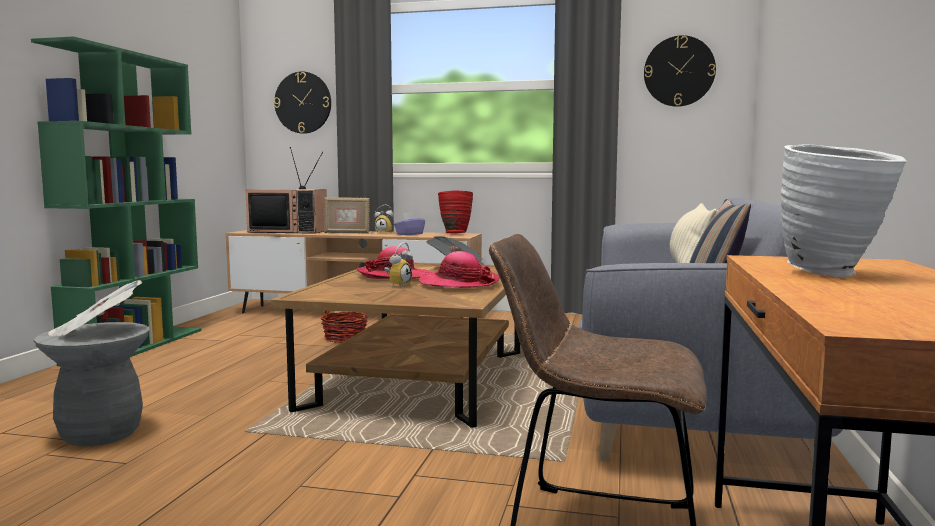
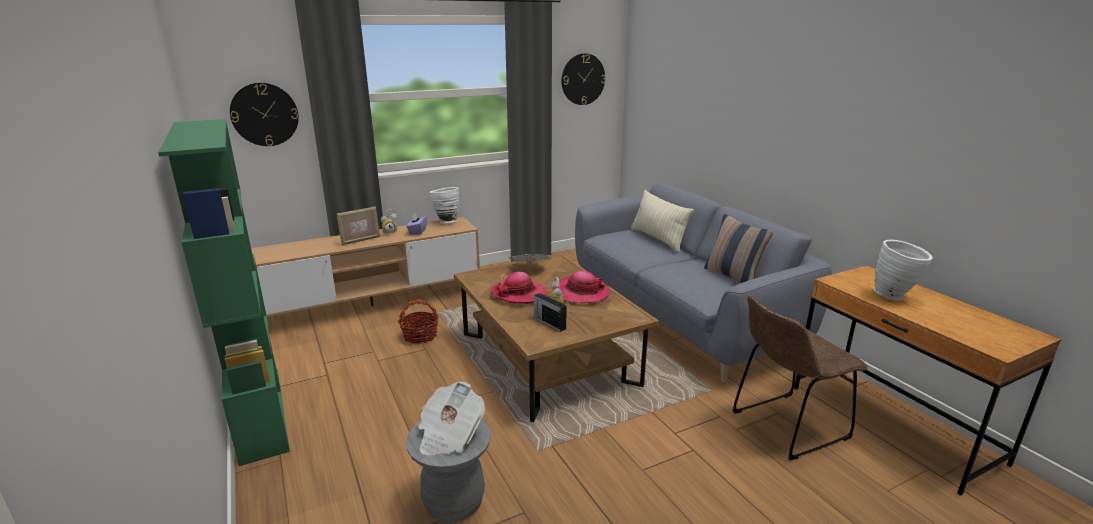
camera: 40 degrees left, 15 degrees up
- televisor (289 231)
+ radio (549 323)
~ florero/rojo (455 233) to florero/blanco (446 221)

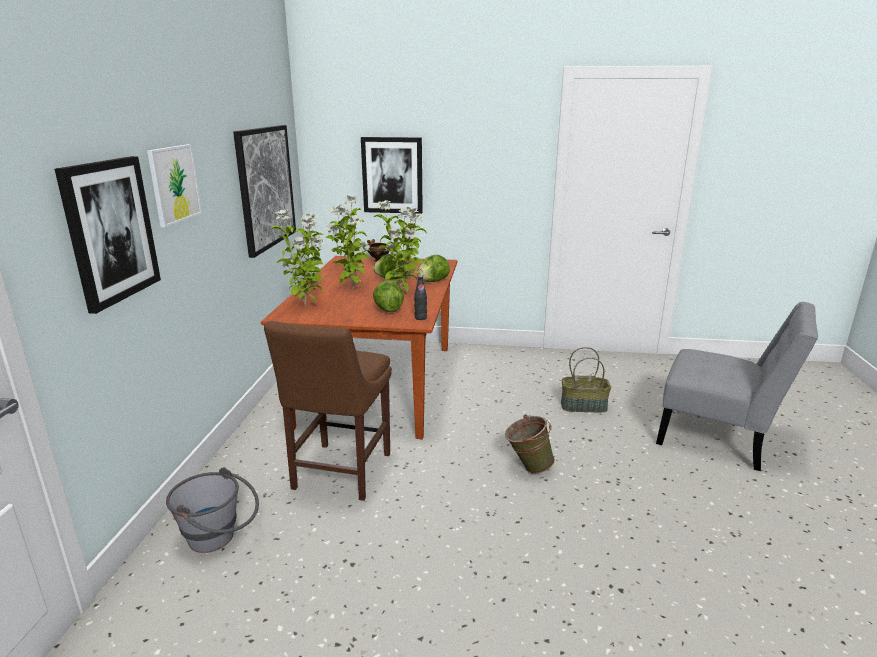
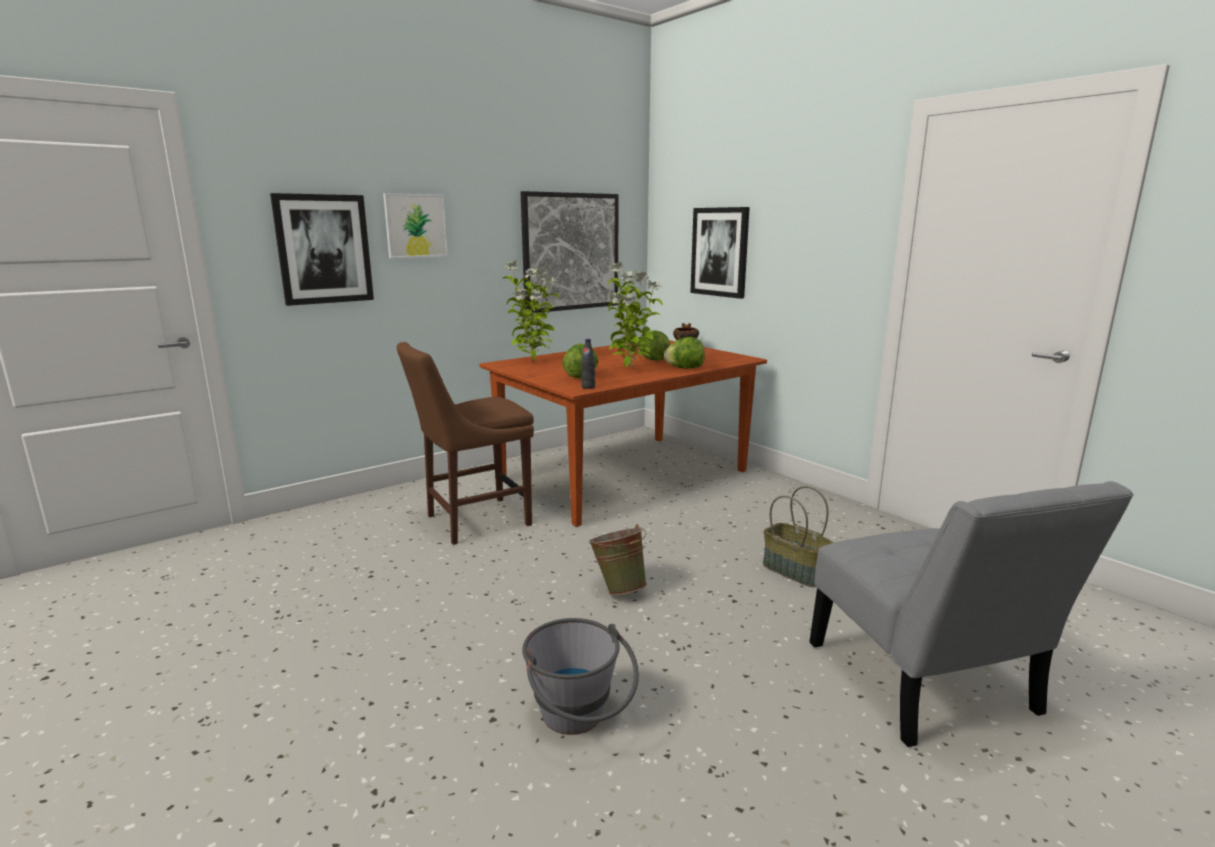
camera: 45 degrees right, 5 degrees down
- planta en maceta (352 289)
~ cubo/gris (220 539) to (579 721)

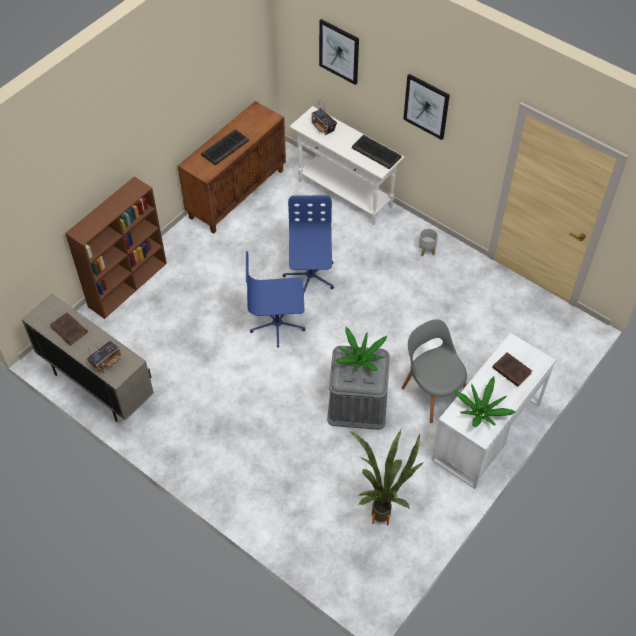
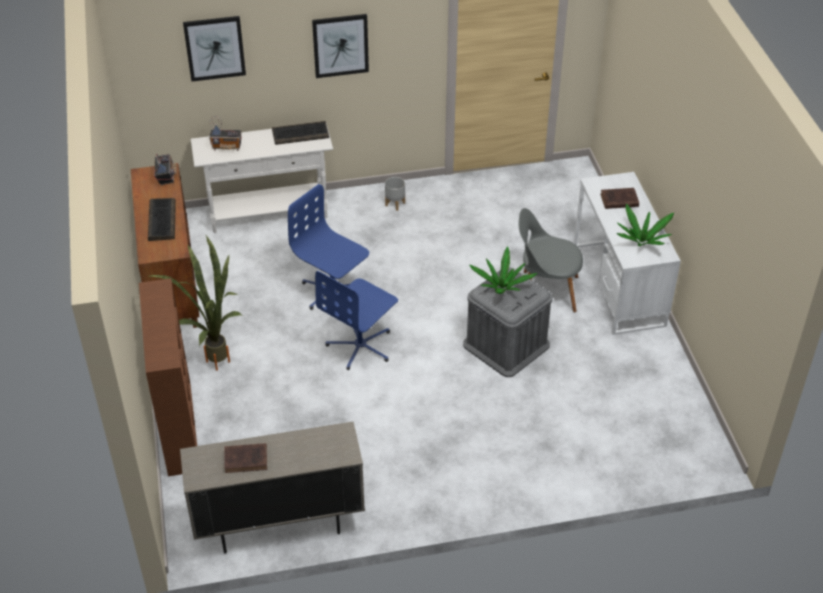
camera: 50 degrees left, 10 degrees down
~ radio (107 362) to (166 177)
~ planta en maceta (383 511) to (215 357)

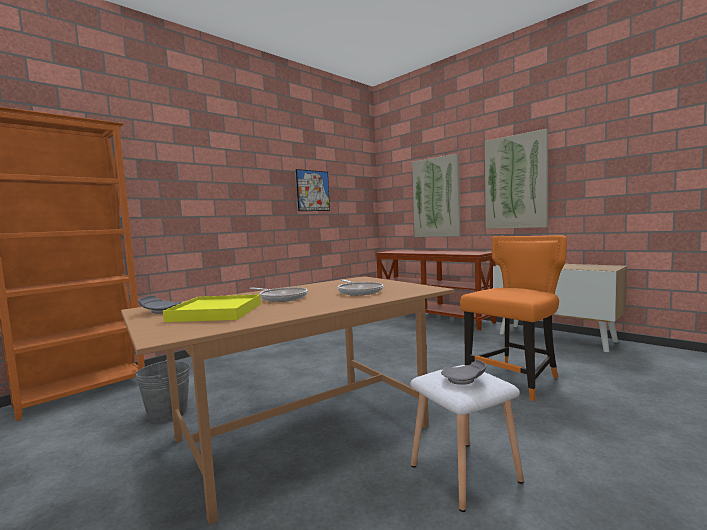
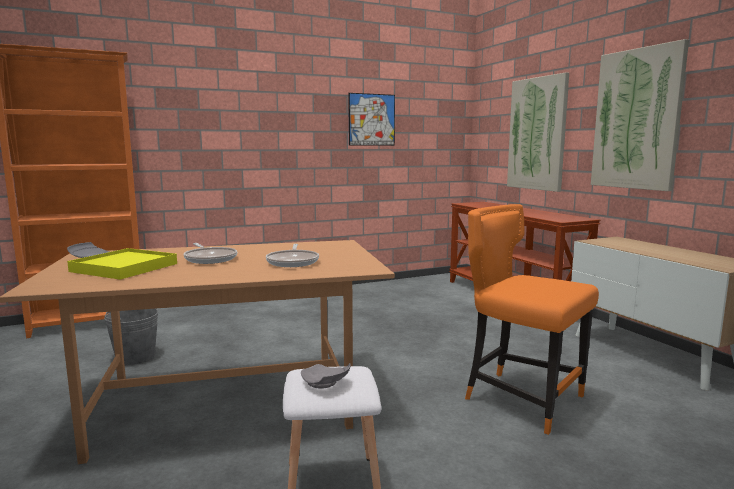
camera: 20 degrees right, 5 degrees up
~ silla/naranja (515 379) = (520 398) 120 degrees counterclockwise

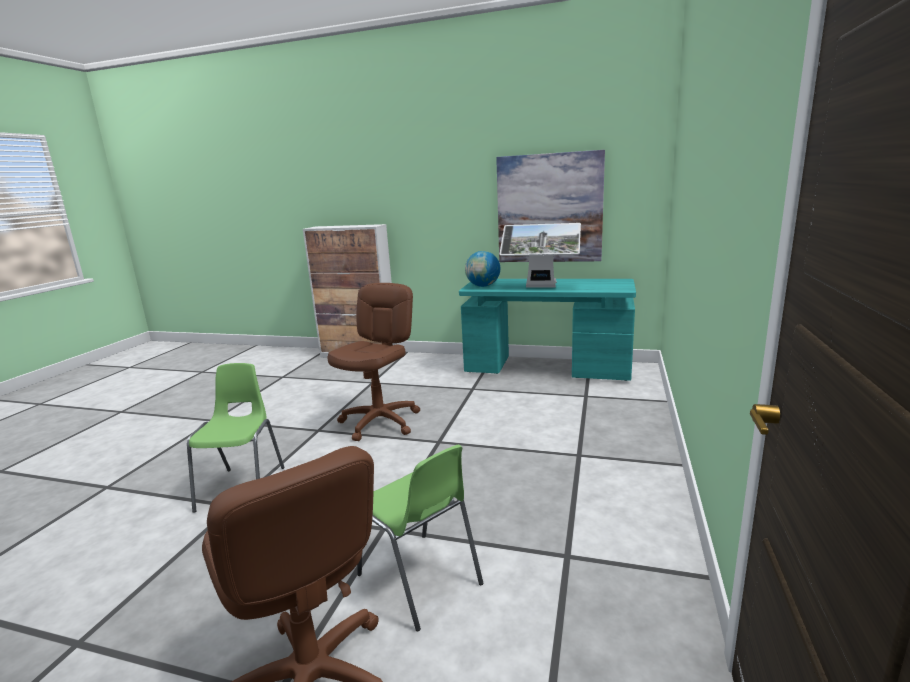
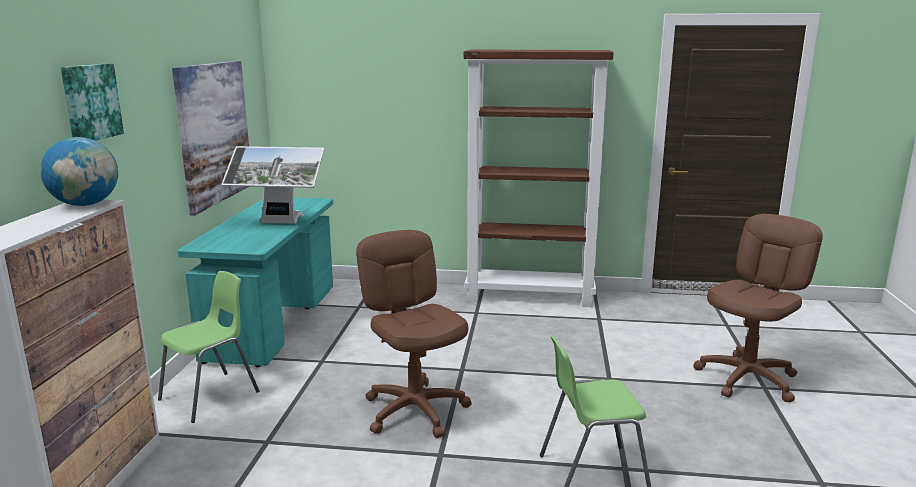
camera: 100 degrees left, 0 degrees up
+ cuadro (90 102)
+ estantería/marrón (530 296)
~ silla/verde (420 580) to (211 396)
~ globo terráqueo (483 286) to (86 204)
~ silla de oficina/marrón (380 422) = (415 410) 45 degrees clockwise
~ monitor (540 287) = (279 222) 90 degrees clockwise

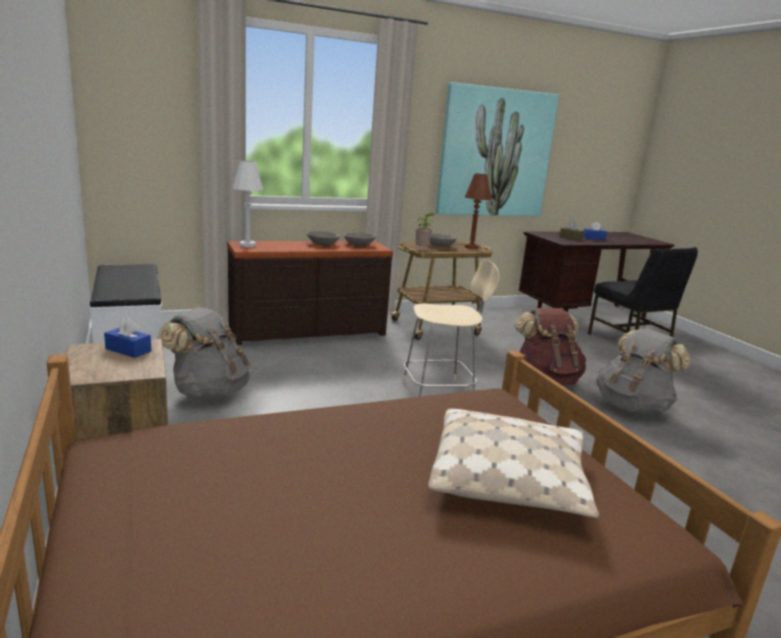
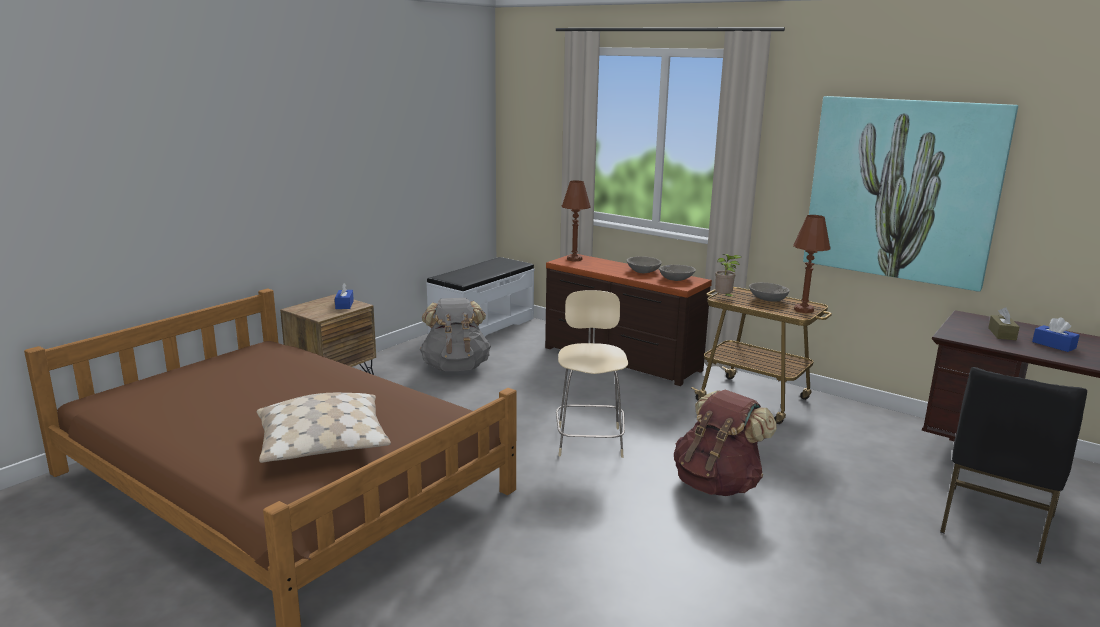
camera: 60 degrees right, 0 degrees up
- mochila/gris (632 406)
~ lámpara de mesa/blanco (247 245) to lámpara de mesa/marrón (574 259)
~ silla/beis (440 392) = (589 440) 135 degrees counterclockwise

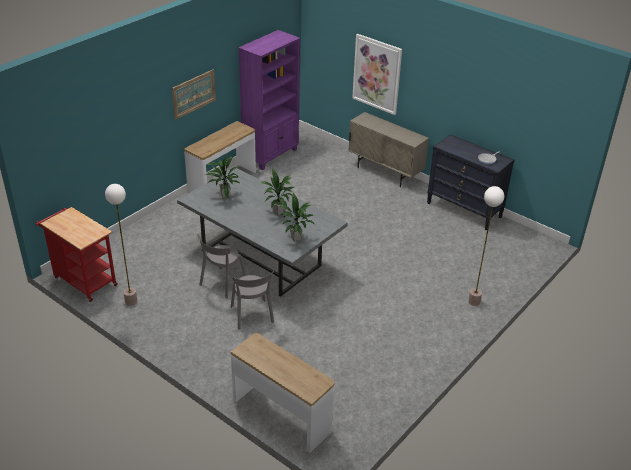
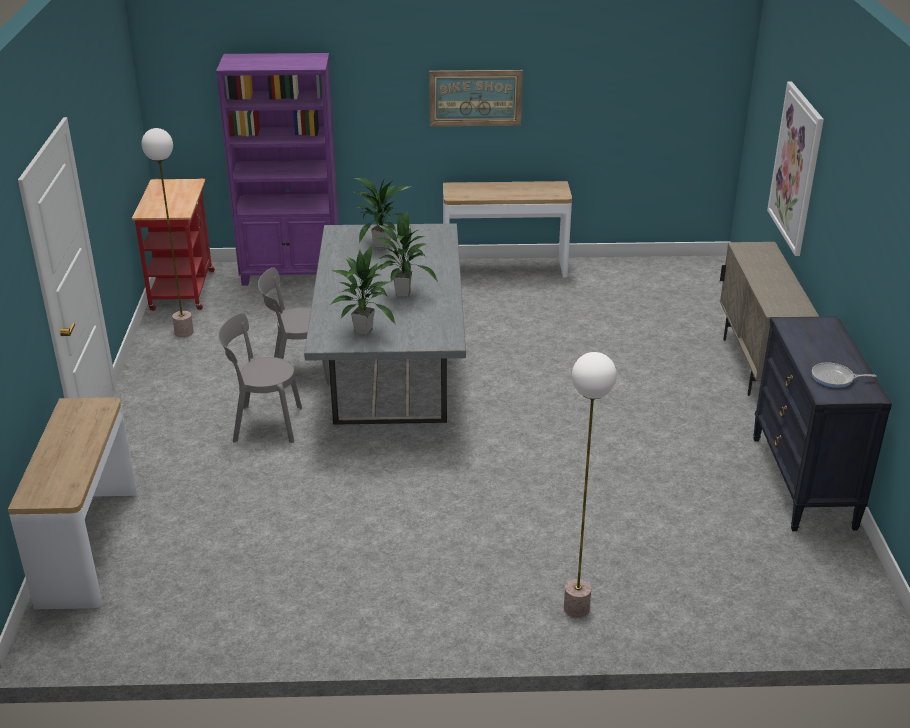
camera: 50 degrees right, 5 degrees down
~ estantería/morado (271 155) to (292 274)
~ silla/gris (252 316) = (263 424) 60 degrees clockwise

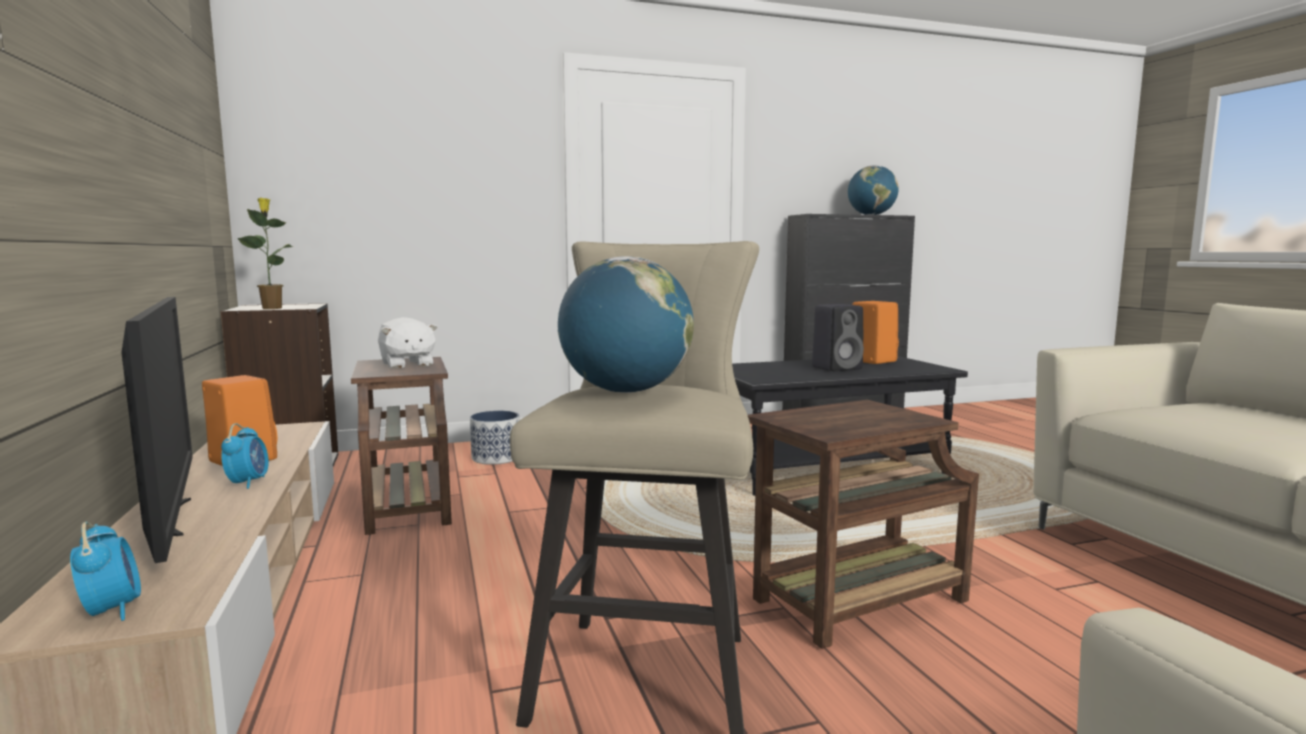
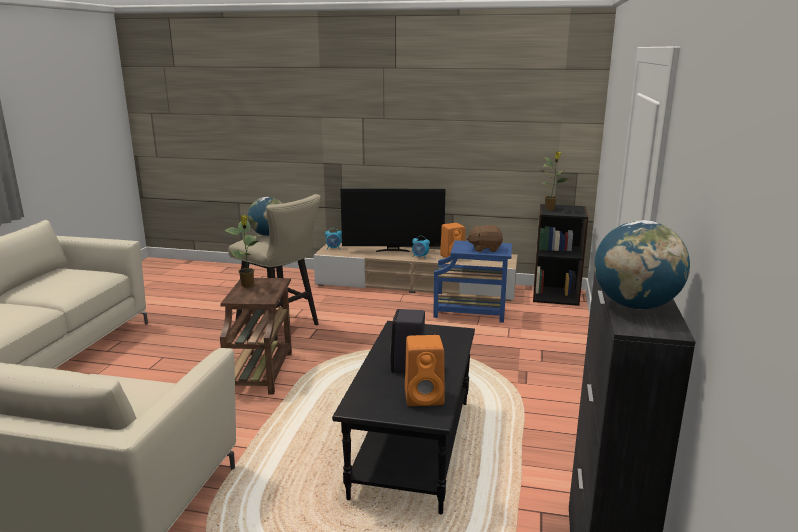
camera: 120 degrees right, 10 degrees up
- maceta (495 458)
+ planta en maceta (248 285)
~ mesa auxiliar/marrón (408 504) to mesa auxiliar/azul (472 313)
~ peluche/blanco (407 364) to peluche/marrón (485 249)

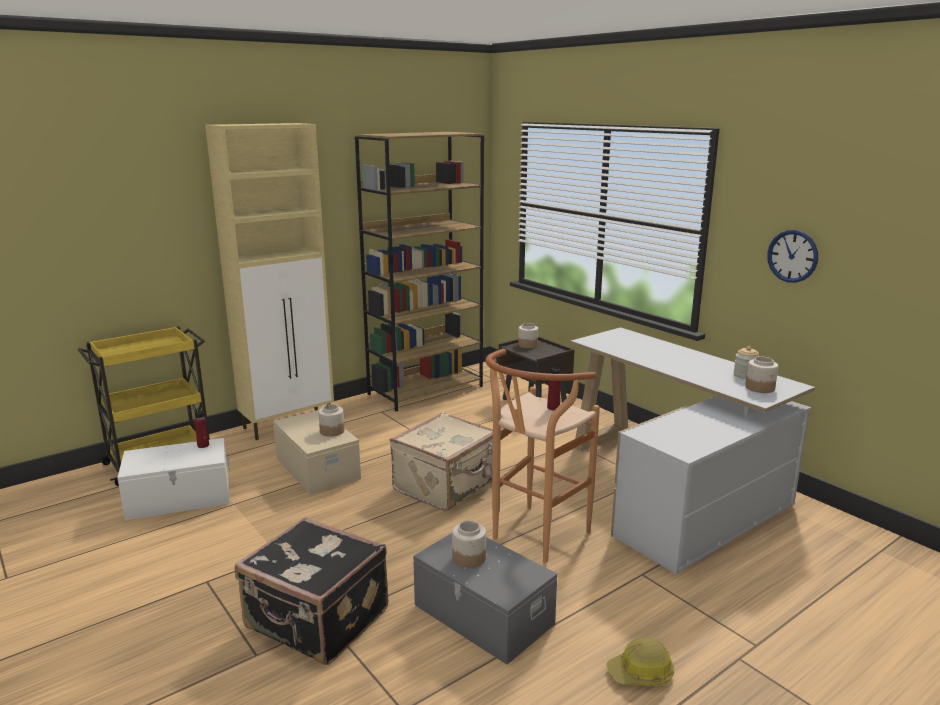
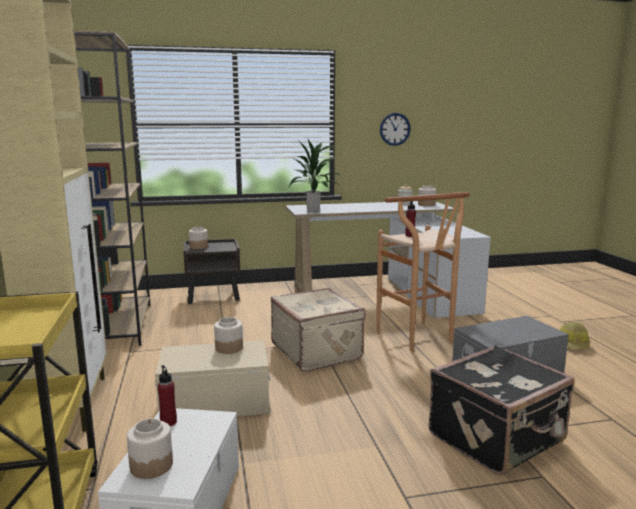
camera: 65 degrees left, 5 degrees down
+ planta en maceta (313 211)
~ tarro (469 557) to (151 465)

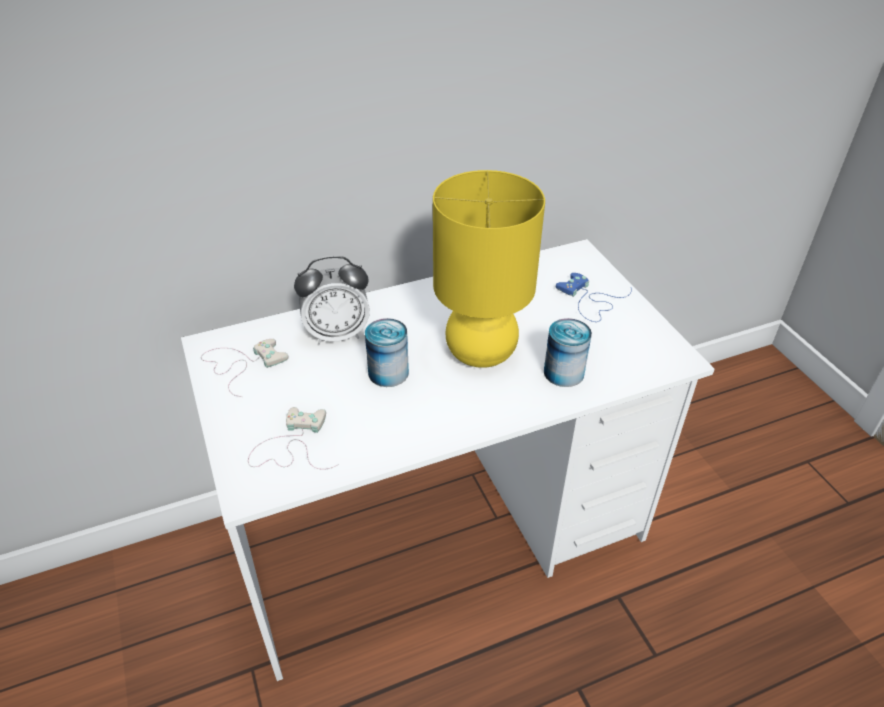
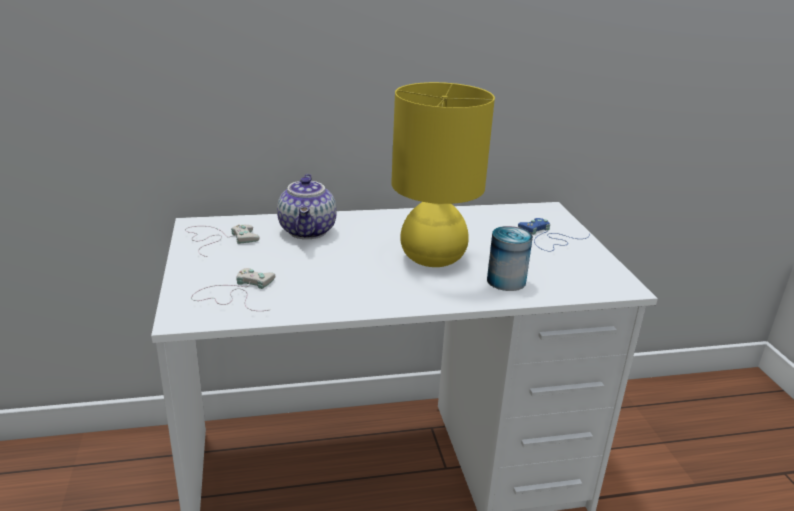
camera: 10 degrees right, 15 degrees down
- lata (388 372)
~ despertador (337 334) to tetera (309 231)

